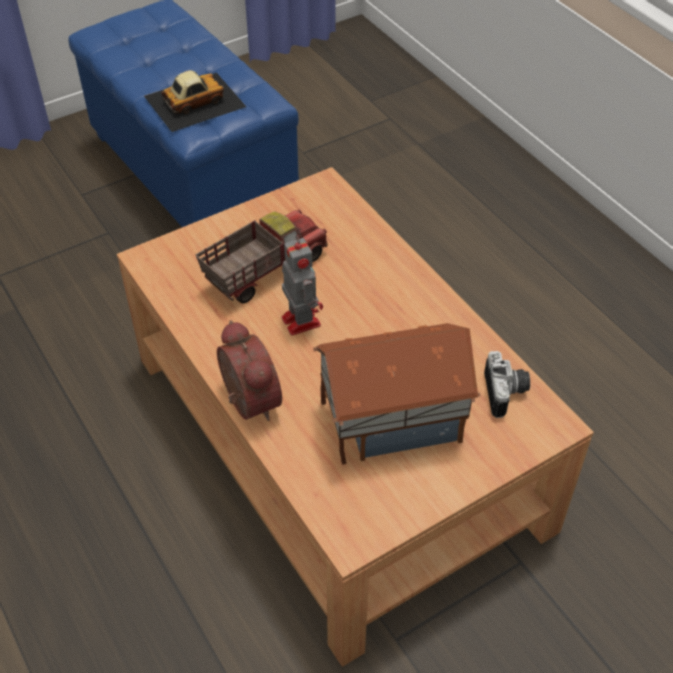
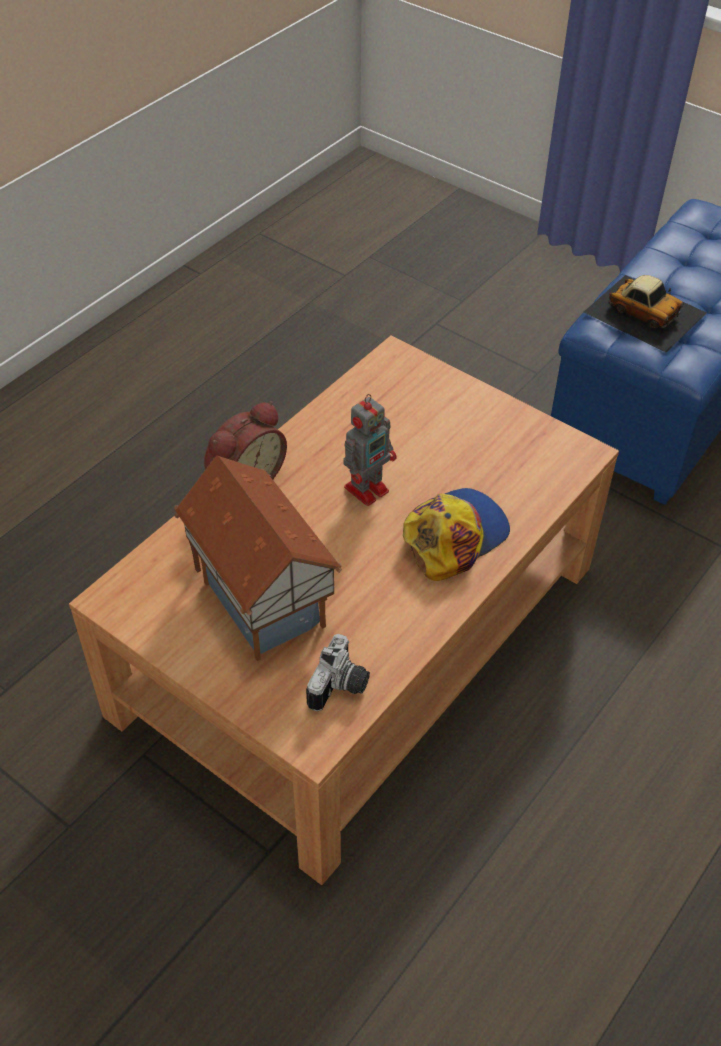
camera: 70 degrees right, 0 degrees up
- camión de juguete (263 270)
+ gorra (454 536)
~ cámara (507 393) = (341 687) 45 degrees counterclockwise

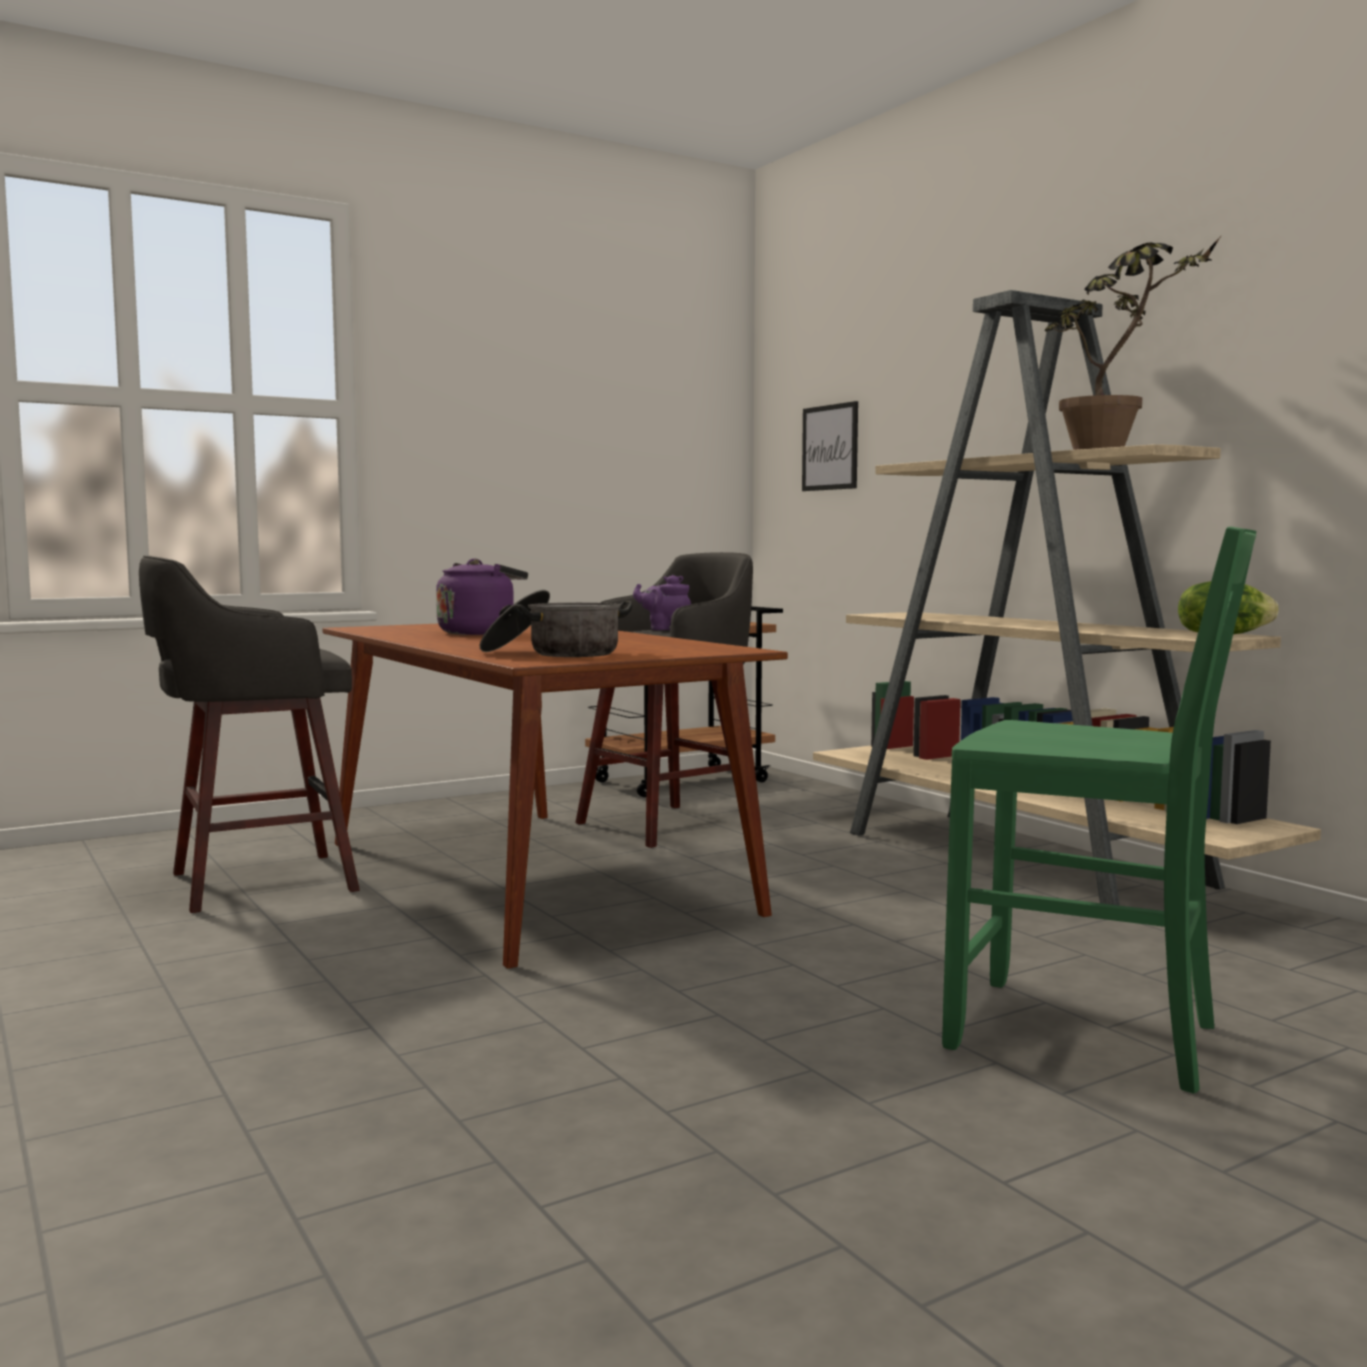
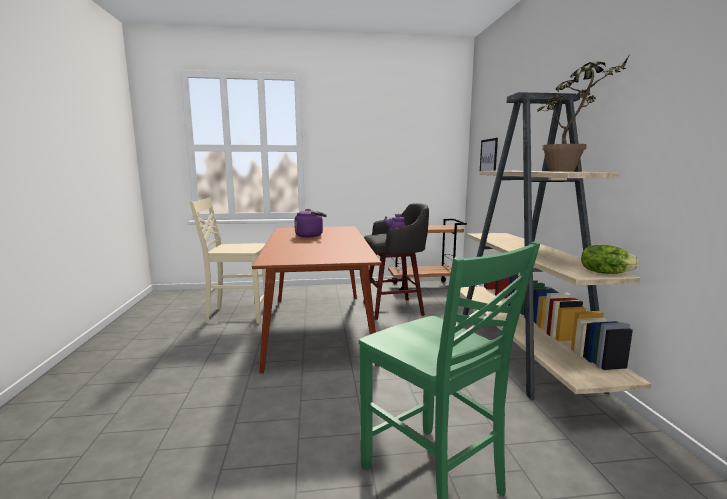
camera: 25 degrees right, 5 degrees up
- olla (553 653)
~ taburete/gris (255 883) to silla/beis (237 315)

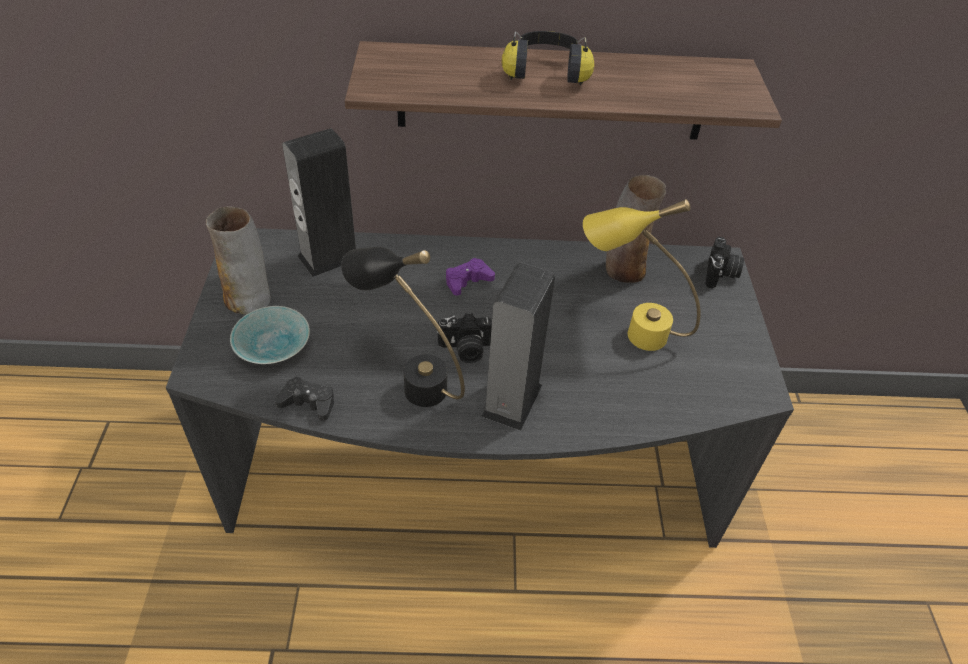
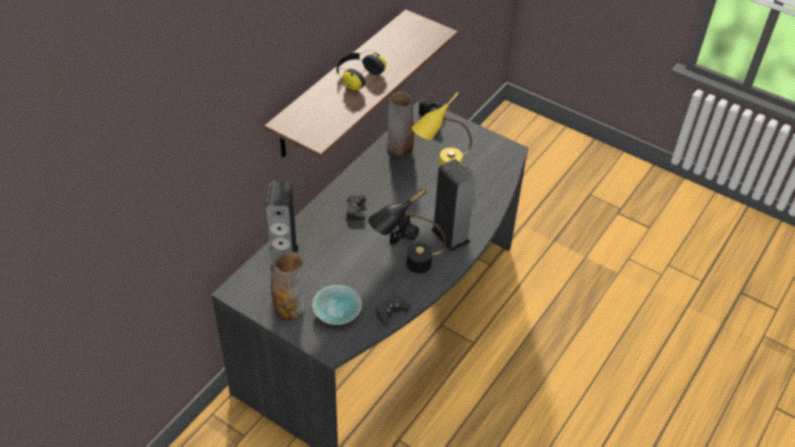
camera: 55 degrees left, 0 degrees up
~ mando de consola/morado (467 281) to mando de consola/negro (355 210)

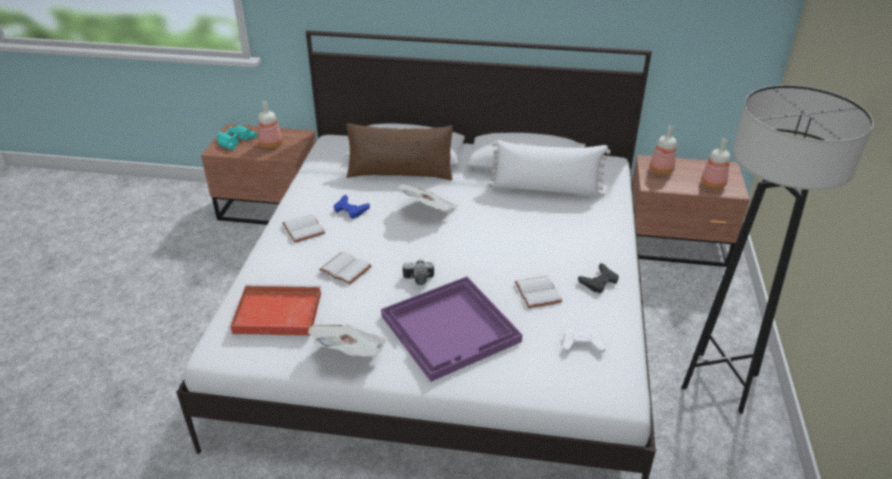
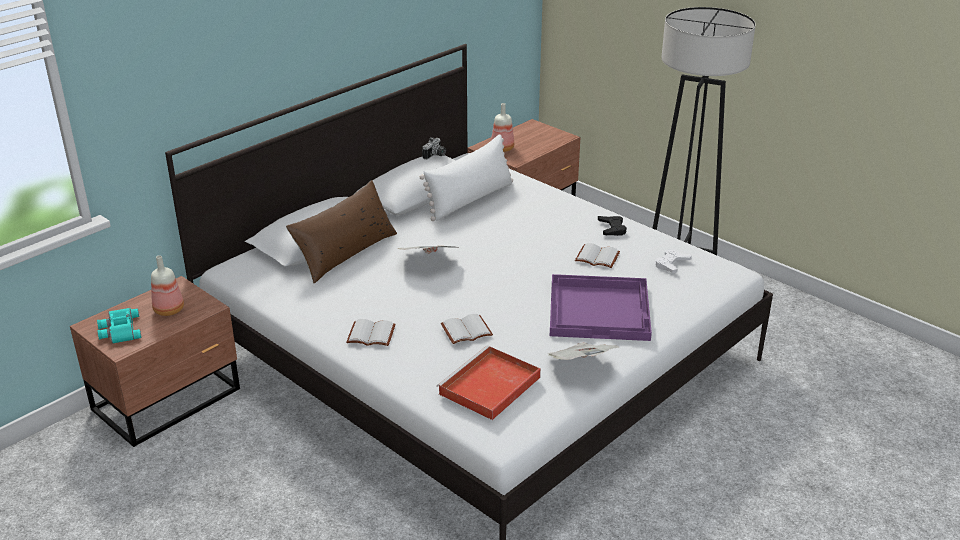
camera: 55 degrees left, 5 degrees down
- mando de consola/azul (350 210)
- botella (712 184)
~ cámara (418 280) to (435 155)

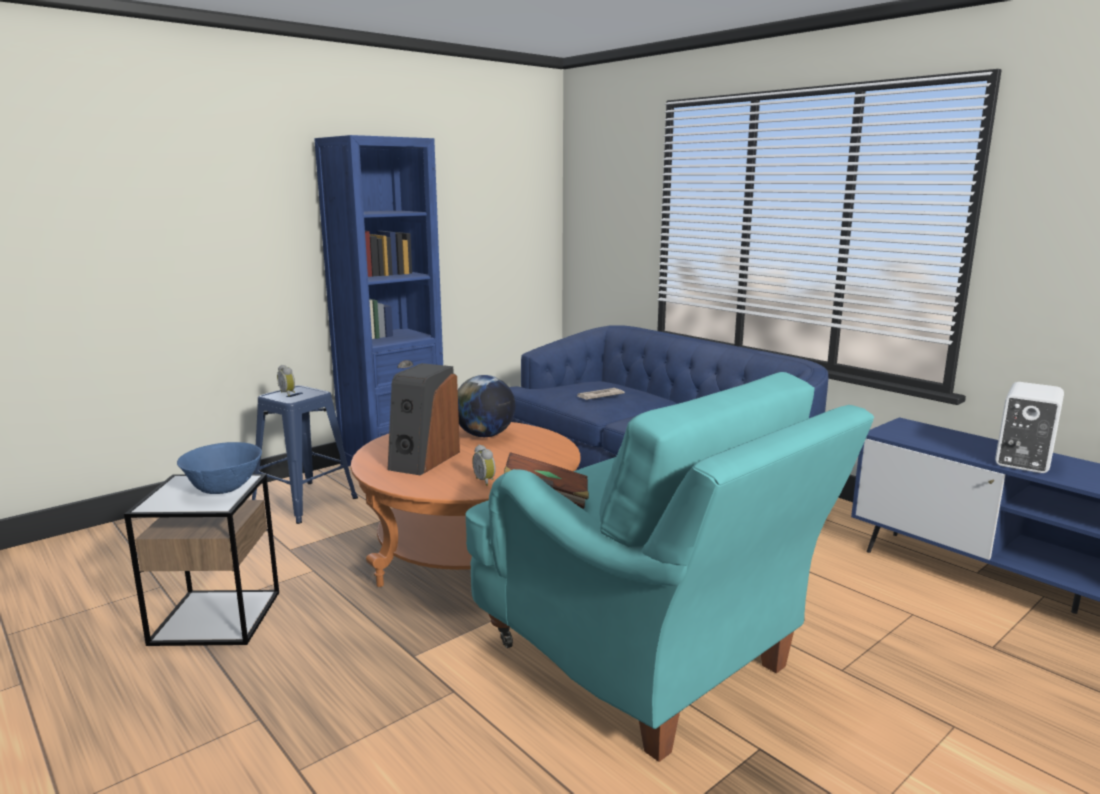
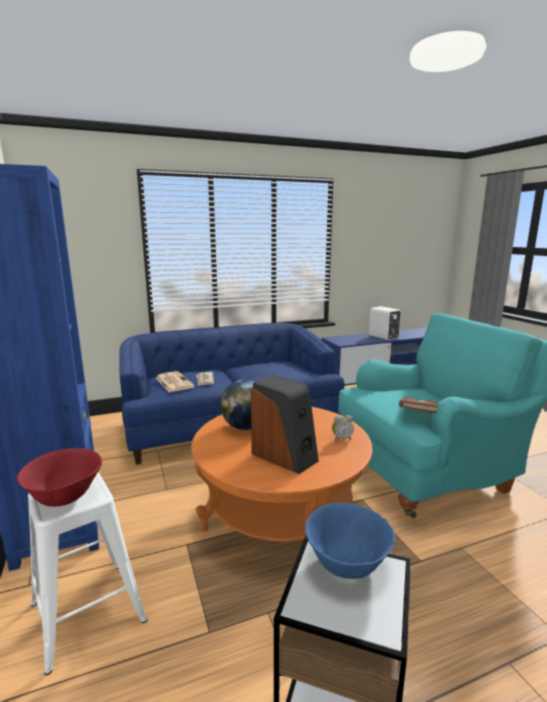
camera: 70 degrees left, 0 degrees up
+ periódico (173 382)
~ despertador (288 393) to cuenco/rojo (66 497)
~ taburete/azul (305 501) to taburete/blanco (86 611)

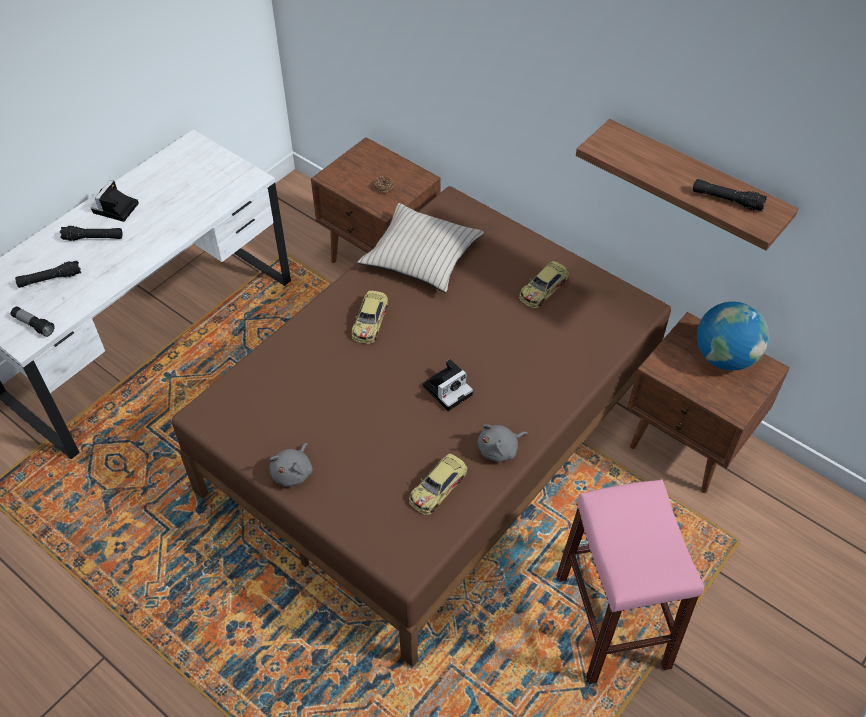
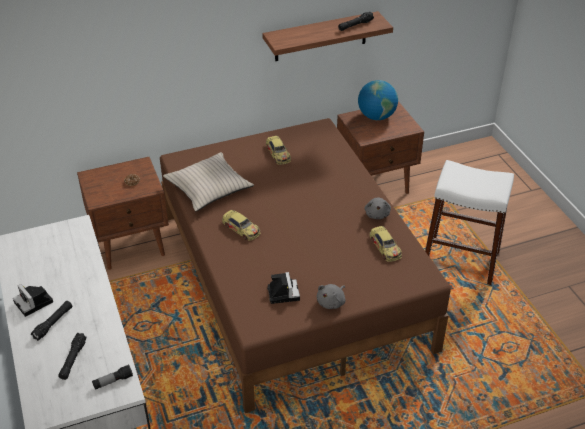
camera: 60 degrees left, 10 degrees down
~ cámara (448 389) to (282 292)
~ taburete/rosa (612 621) to taburete/blanco (461 260)
~ peluche/gris (293 472) = (332 302) 75 degrees clockwise

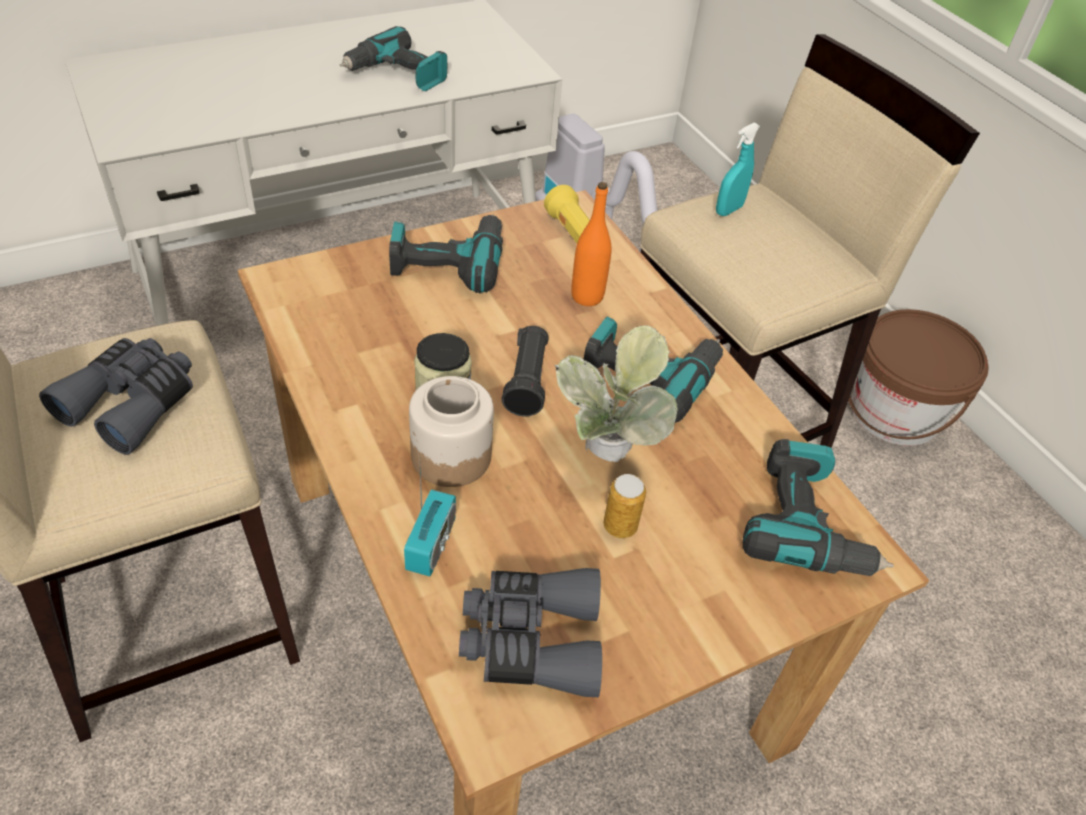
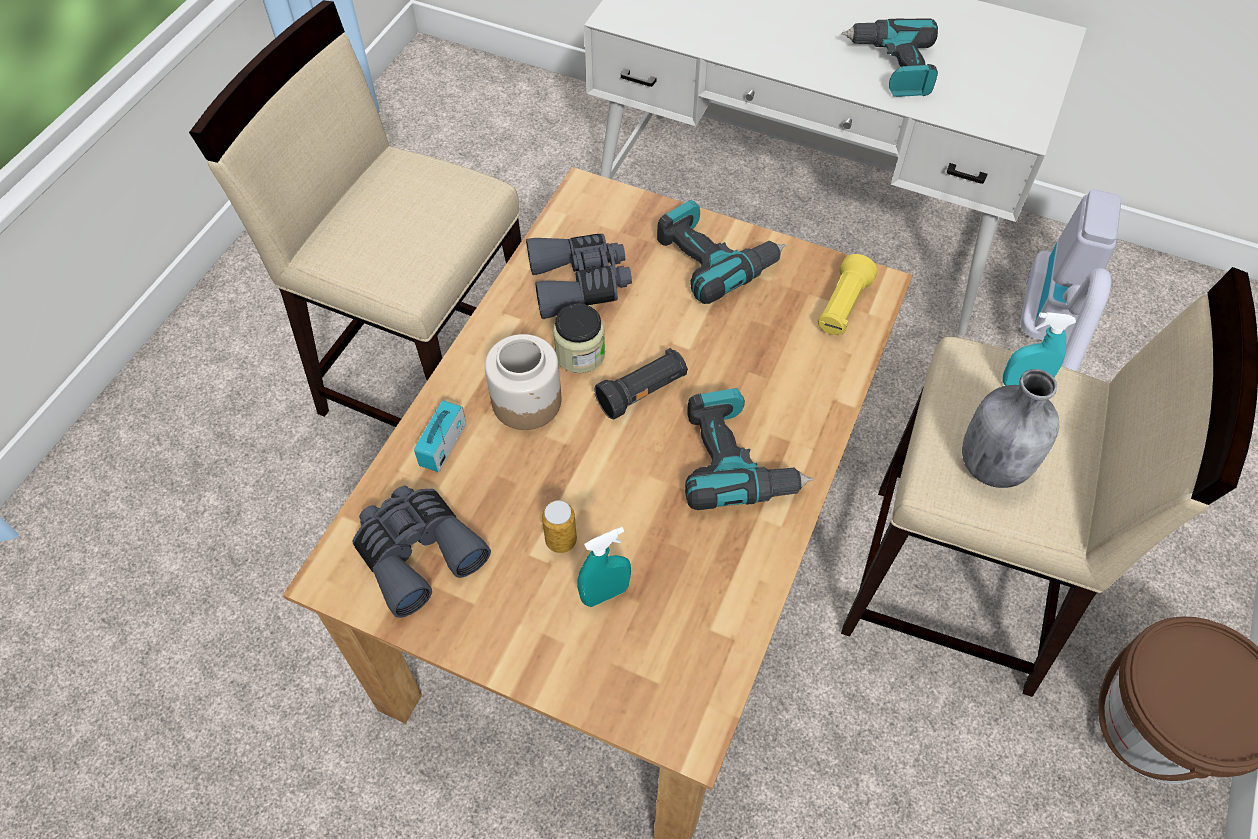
camera: 55 degrees right, 10 degrees up
- planta en maceta (603 461)
- botella/naranja (587 296)
- taladro (807 525)
+ pulverizador/turquesa (605 594)
+ botella/gris (992 464)
~ prismáticos/gris (132 403) to (579 283)
~ radio (431 545) = (443 445) 135 degrees clockwise

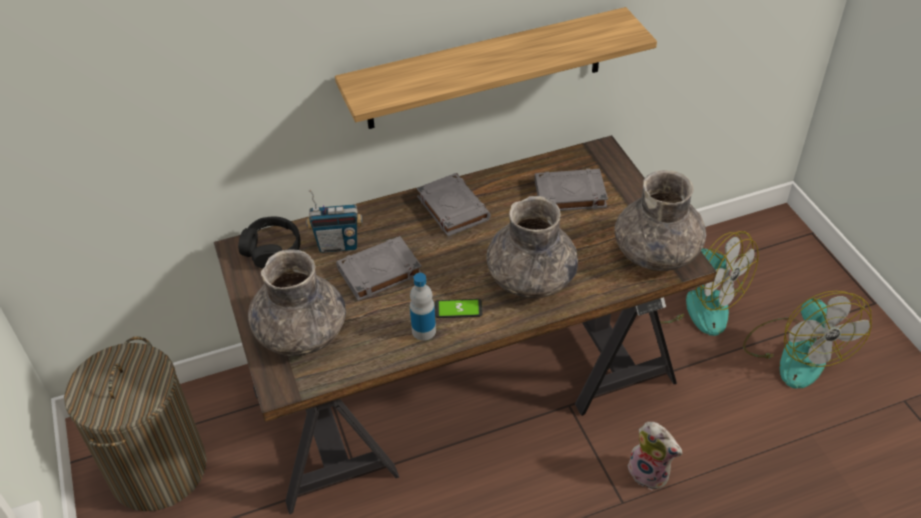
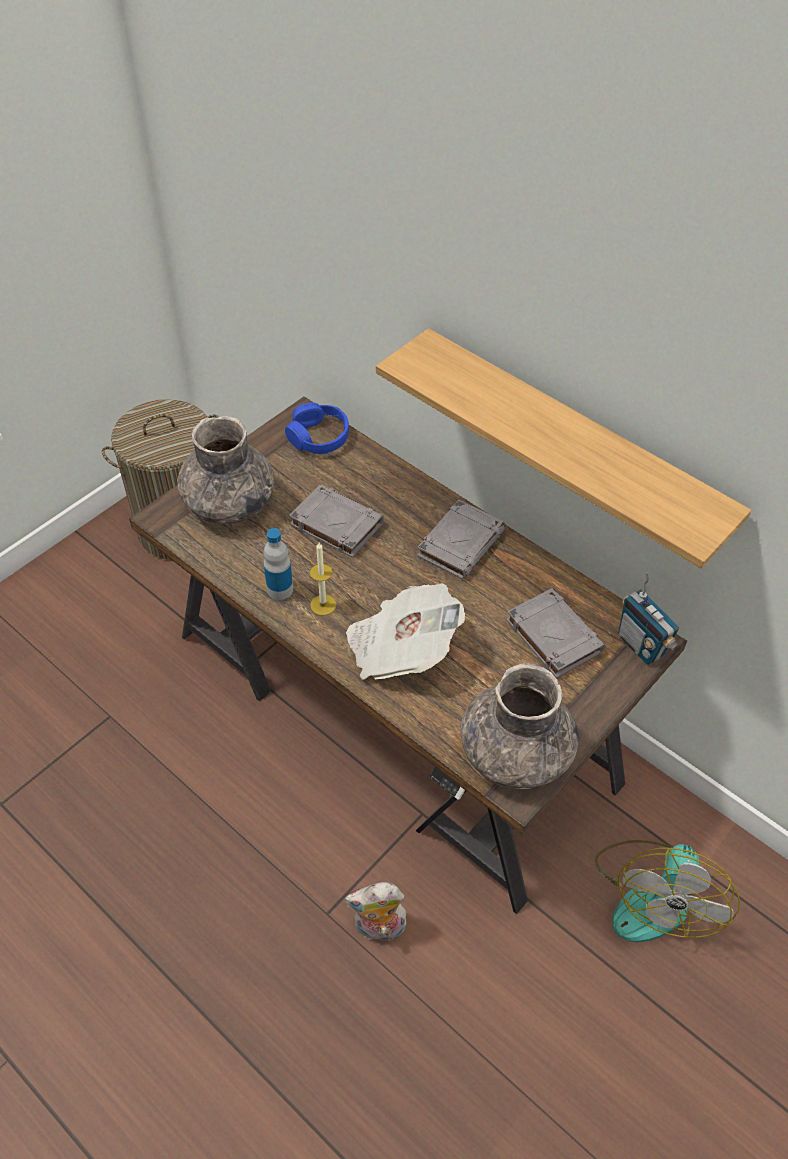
camera: 60 degrees right, 5 degrees up
- ventilador (795 352)
~ radio (338 245) to (641 645)
~ móvil (458 309) to vela (323 605)
~ florero/gris (531 278) to periódico (401 648)
~ auriculares/negro (271 249) to auriculares/azul (318 437)
~ peluche (650 472) = (379 928) 75 degrees clockwise

